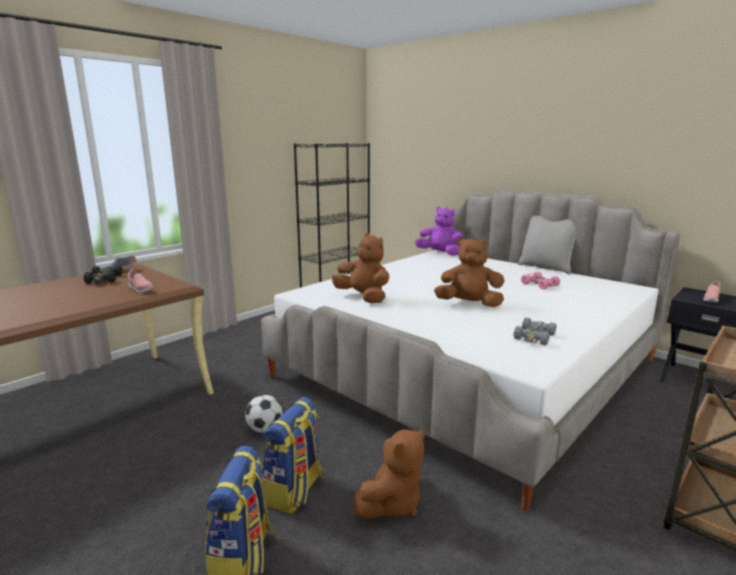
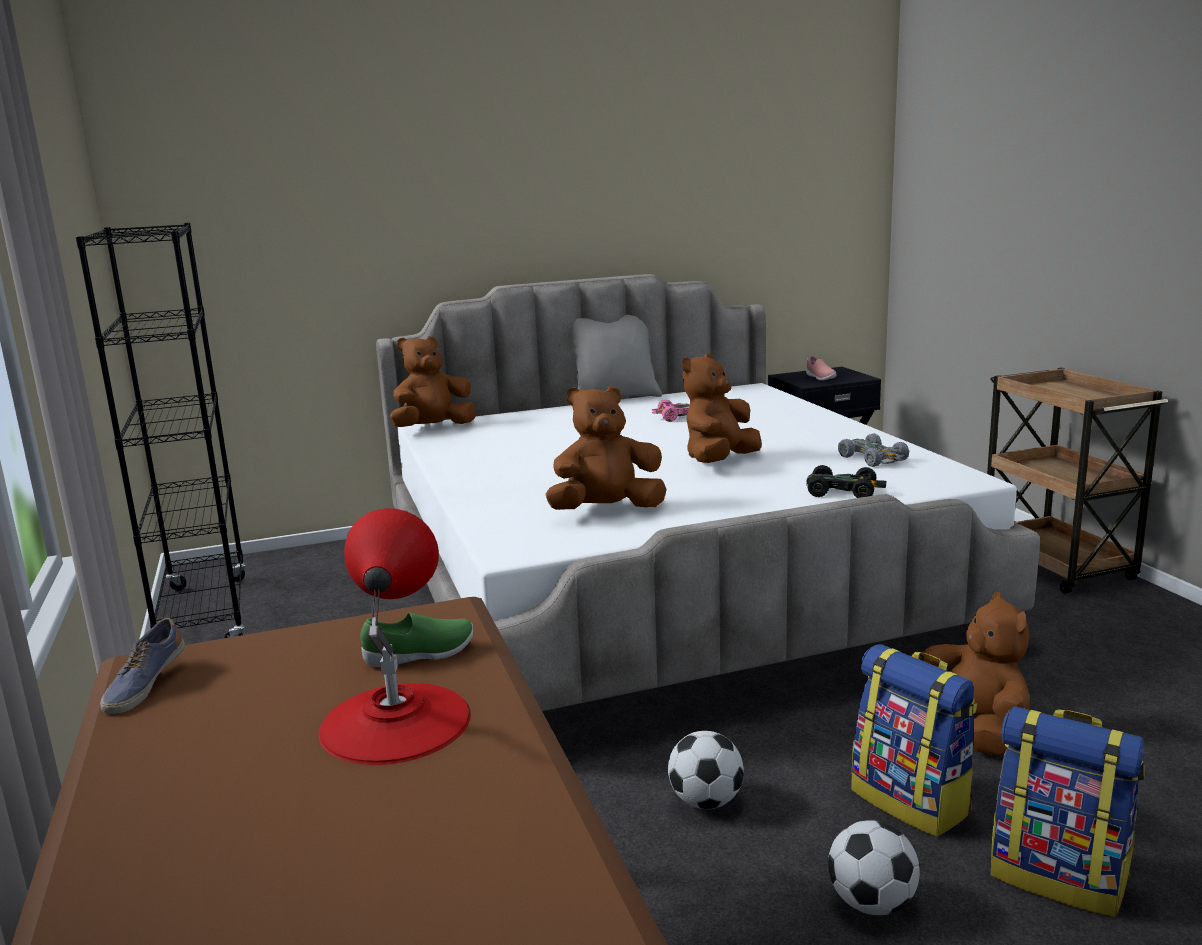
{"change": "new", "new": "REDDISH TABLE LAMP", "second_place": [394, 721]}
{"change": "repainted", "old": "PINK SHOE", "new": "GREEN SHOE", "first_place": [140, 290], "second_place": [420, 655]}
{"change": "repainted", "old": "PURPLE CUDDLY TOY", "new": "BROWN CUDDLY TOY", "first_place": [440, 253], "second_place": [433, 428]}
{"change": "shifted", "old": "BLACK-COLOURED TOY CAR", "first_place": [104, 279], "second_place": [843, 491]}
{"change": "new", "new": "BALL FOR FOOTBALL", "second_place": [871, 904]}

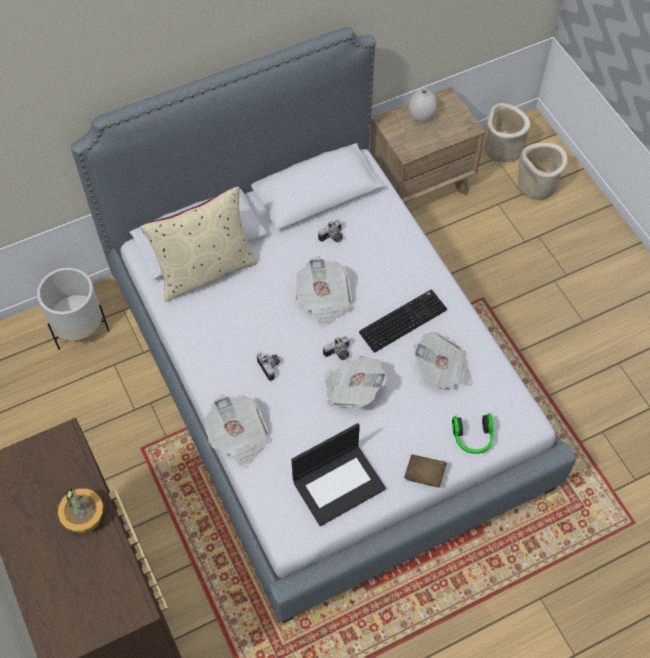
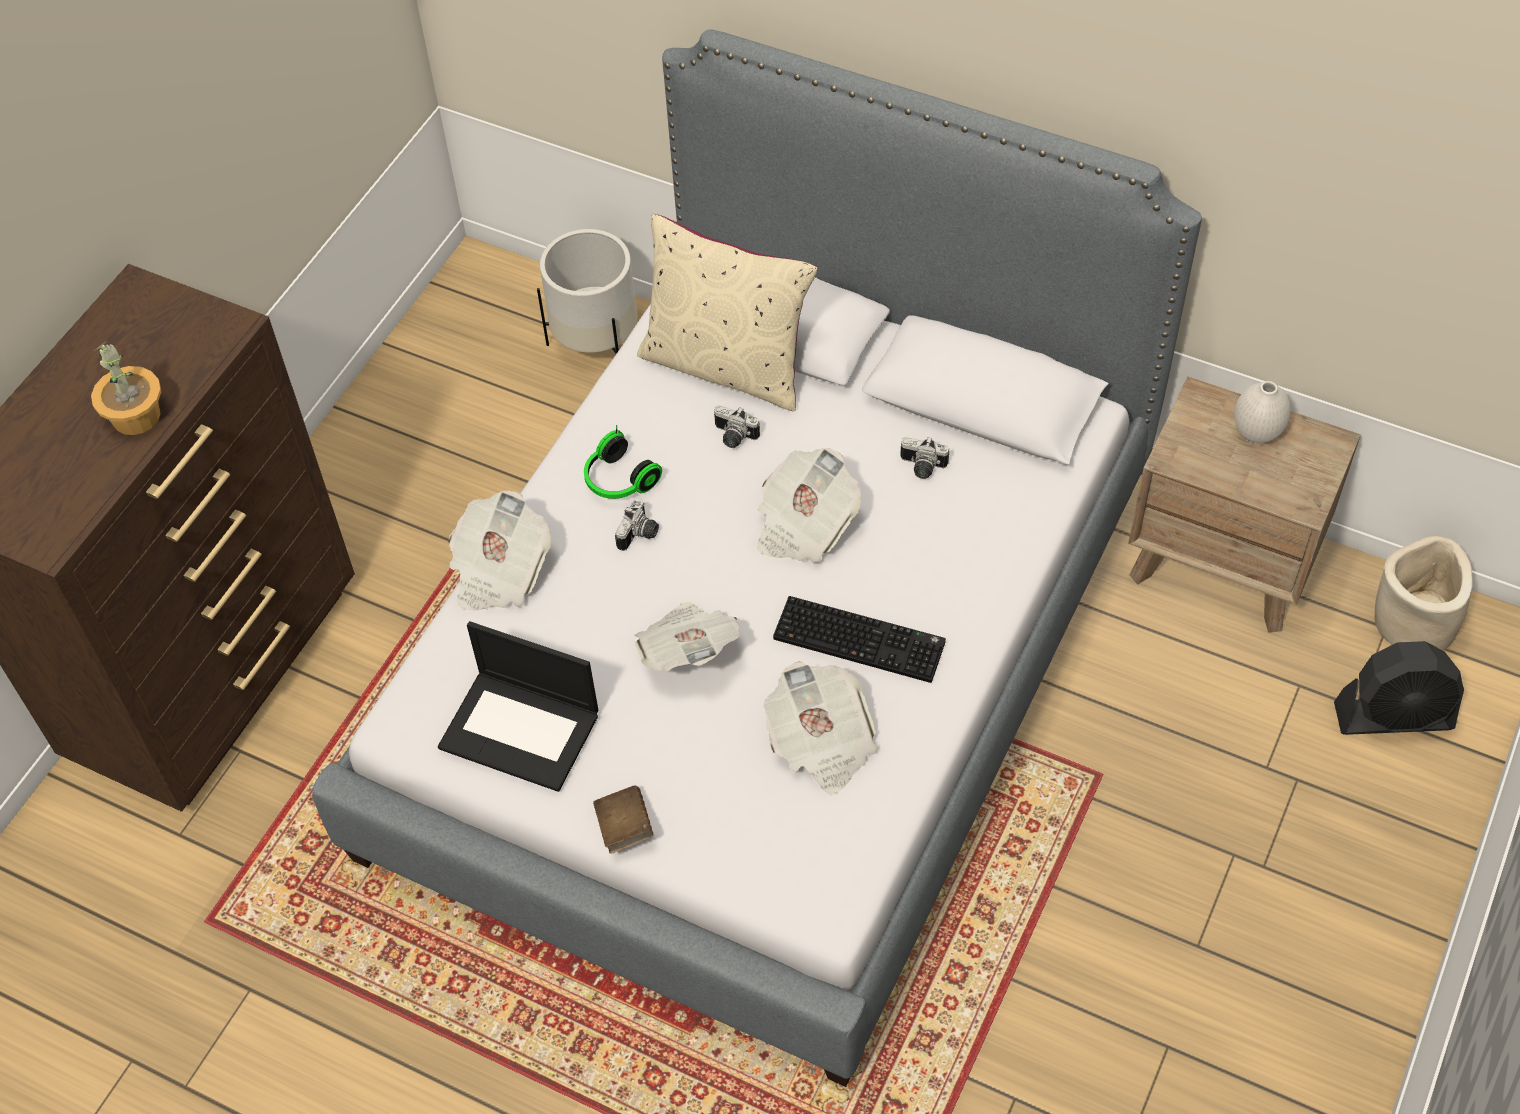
{"change": "shifted", "old": "HEADSET", "first_place": [473, 438], "second_place": [618, 481]}
{"change": "shifted", "old": "PHOTO CAMERA", "first_place": [338, 354], "second_place": [733, 437]}
{"change": "swapped", "old": "SAND-COLOURED PLANT POT", "new": "BLACK-COLOURED FAN", "first_place": [536, 185], "second_place": [1394, 717]}

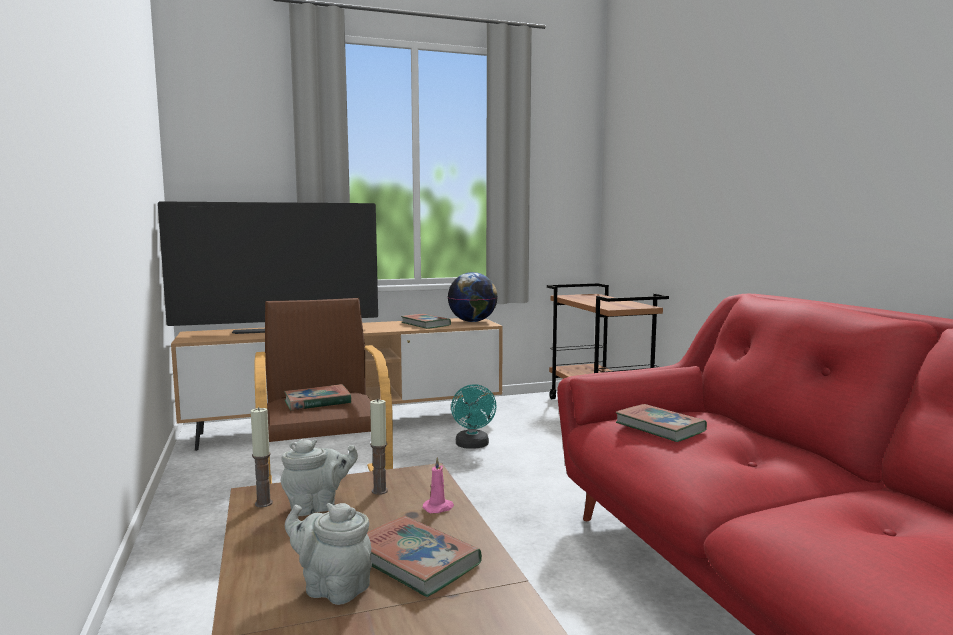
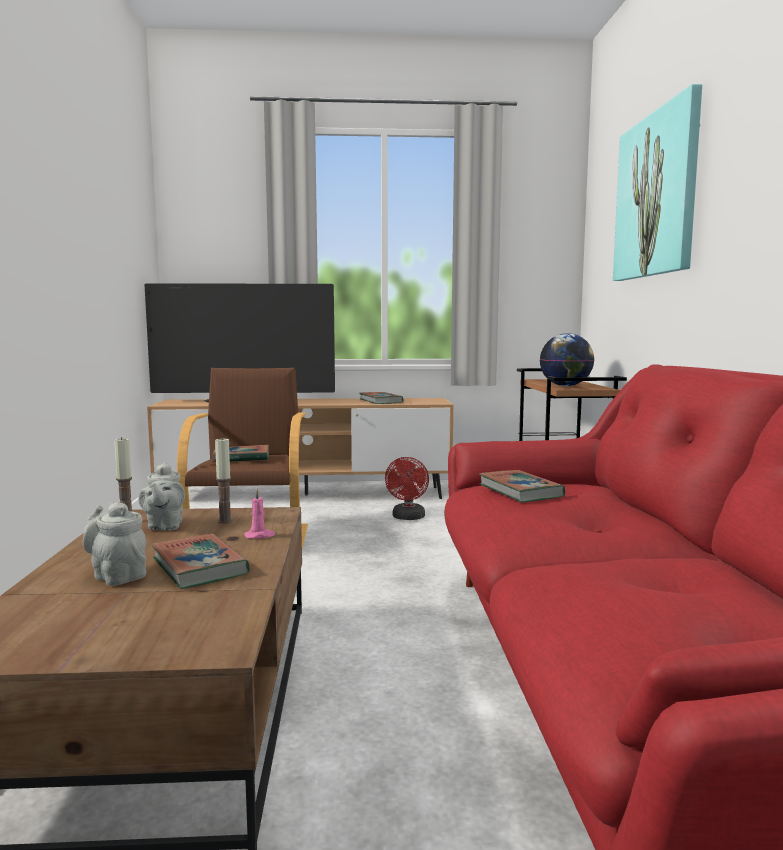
{"change": "rotated", "old": "GRAY POT FOR TEA", "first_place": [317, 507], "second_place": [164, 526], "degrees": 90}
{"change": "repainted", "old": "TURQUOISE-COLOURED FAN", "new": "REDDISH FAN", "first_place": [473, 446], "second_place": [408, 518]}
{"change": "shifted", "old": "WORLD GLOBE", "first_place": [472, 321], "second_place": [565, 386]}
{"change": "new", "new": "WALL ART", "second_place": [657, 196]}

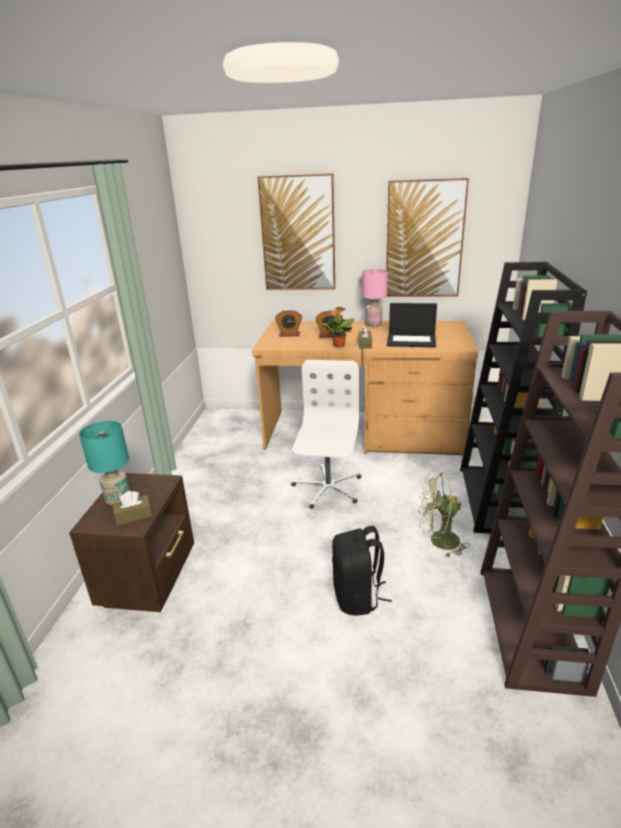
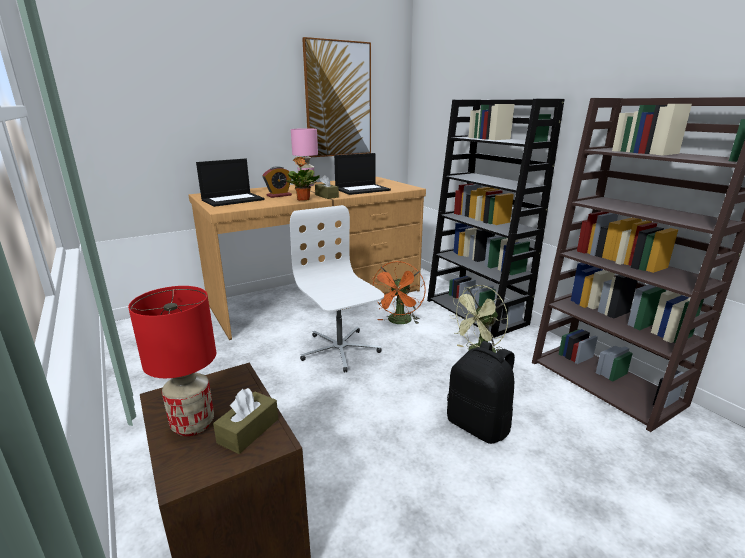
{"change": "repainted", "old": "TURQUOISE-COLOURED TABLE LAMP", "new": "REDDISH TABLE LAMP", "first_place": [118, 500], "second_place": [192, 424]}
{"change": "swapped", "old": "ALARM CLOCK", "new": "LAPTOP", "first_place": [289, 334], "second_place": [233, 200]}
{"change": "new", "new": "ORANGE-COLOURED FAN", "second_place": [399, 322]}
{"change": "gone", "old": "WALL ART", "first_place": [298, 234]}

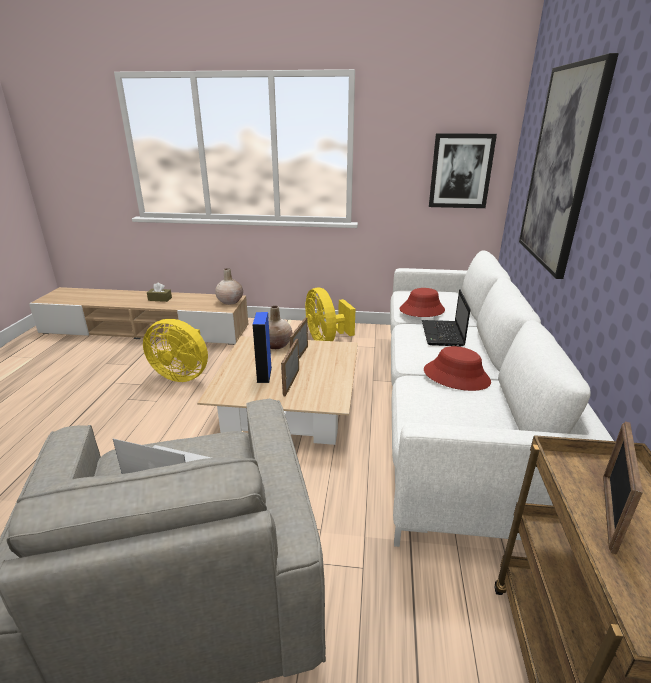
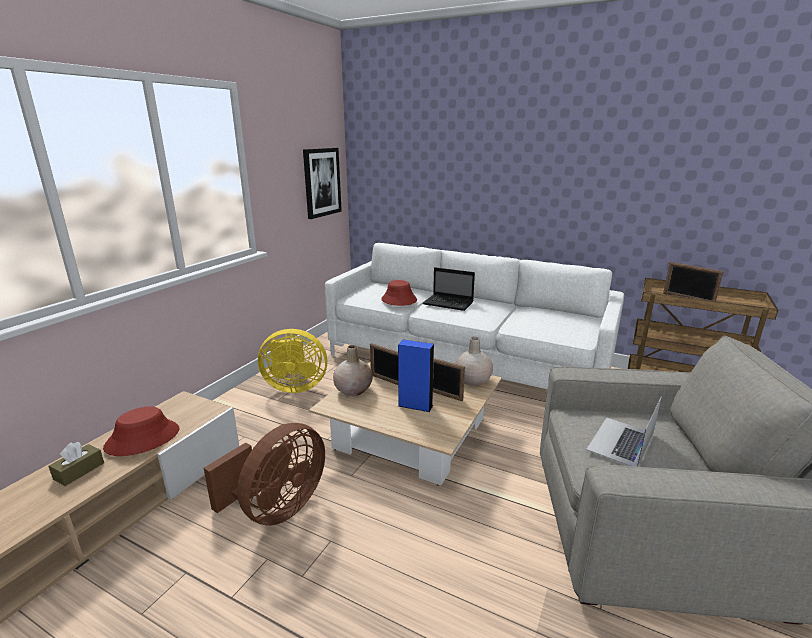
{"change": "shifted", "old": "REDDISH CLOTHING HAT", "first_place": [456, 376], "second_place": [143, 438]}
{"change": "repainted", "old": "YELLOW-COLOURED FAN", "new": "BROWN FAN", "first_place": [182, 375], "second_place": [277, 509]}
{"change": "shifted", "old": "SAND-COLOURED DECORATIVE VASE", "first_place": [230, 301], "second_place": [472, 380]}
{"change": "gone", "old": "WALL ART", "first_place": [561, 168]}

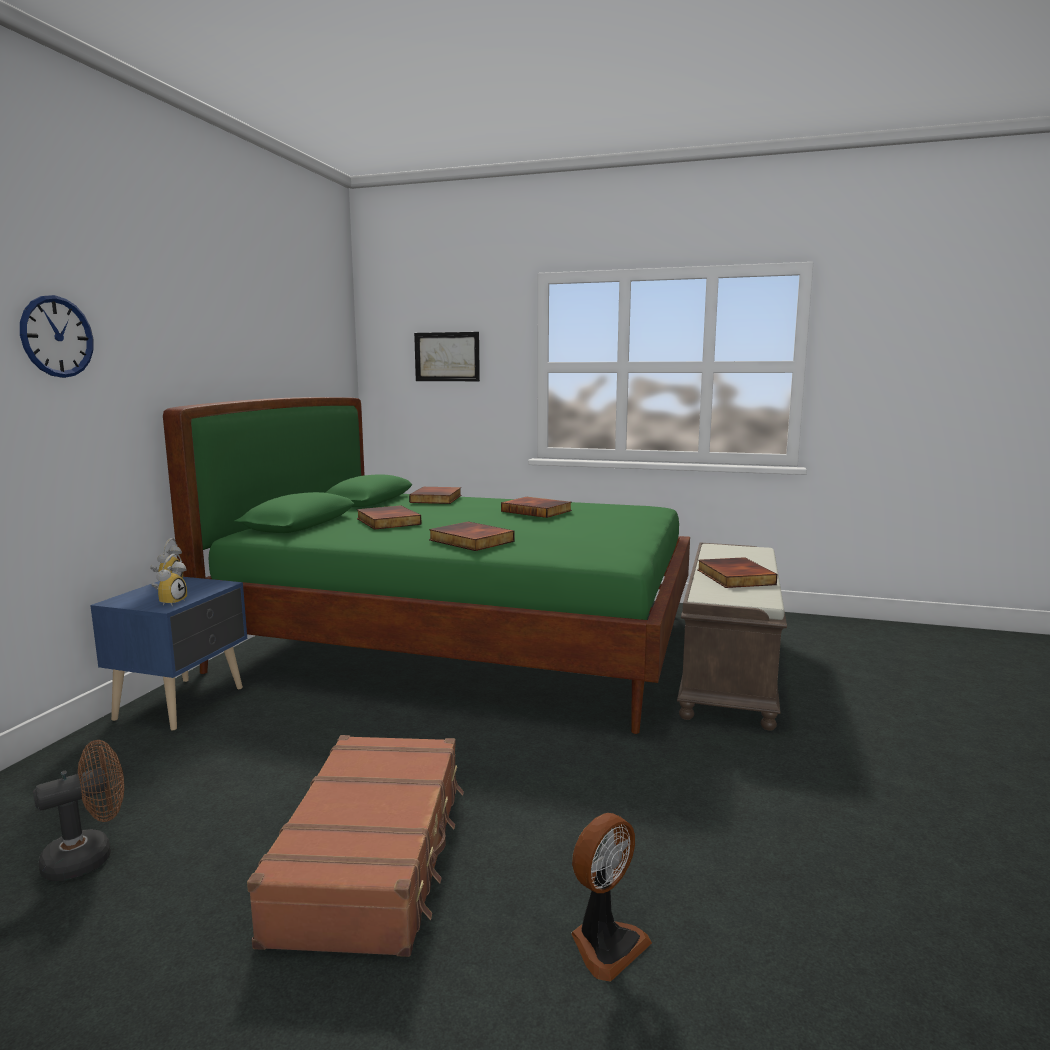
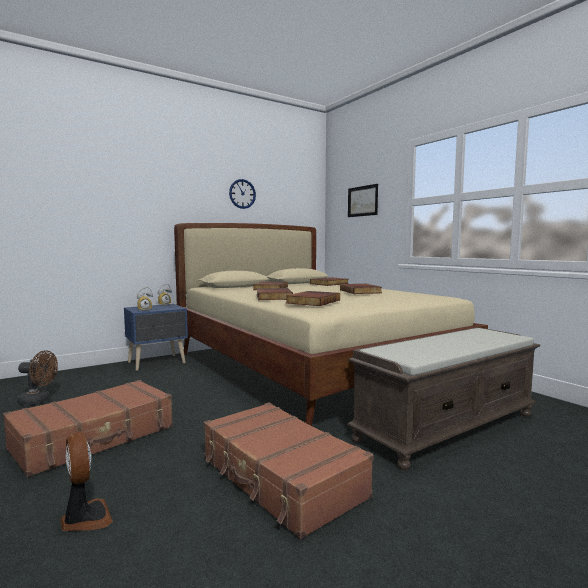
{"change": "rotated", "old": "FAN", "first_place": [605, 944], "second_place": [85, 518], "degrees": -120}
{"change": "repainted", "old": "GREEN SLEEPING BED", "new": "SAND-COLOURED SLEEPING BED", "first_place": [465, 641], "second_place": [311, 369]}
{"change": "new", "new": "BROWN SUITCASE", "second_place": [280, 478]}
{"change": "shifted", "old": "WALL CLOCK", "first_place": [57, 336], "second_place": [242, 194]}
{"change": "shifted", "old": "BOUND BOOK", "first_place": [733, 577], "second_place": [312, 301]}

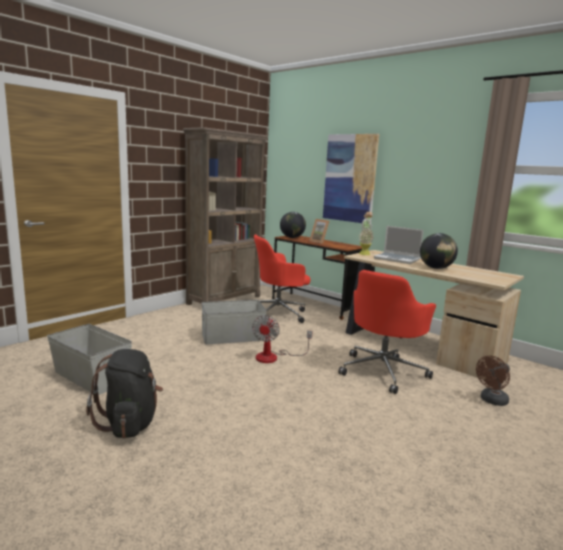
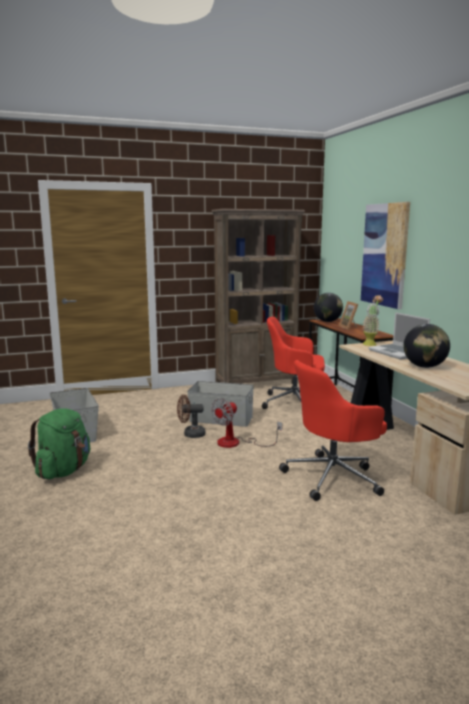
{"change": "repainted", "old": "BLACK-COLOURED KNAPSACK", "new": "GREEN KNAPSACK", "first_place": [130, 423], "second_place": [63, 471]}
{"change": "shifted", "old": "BROWN FAN", "first_place": [491, 401], "second_place": [190, 434]}

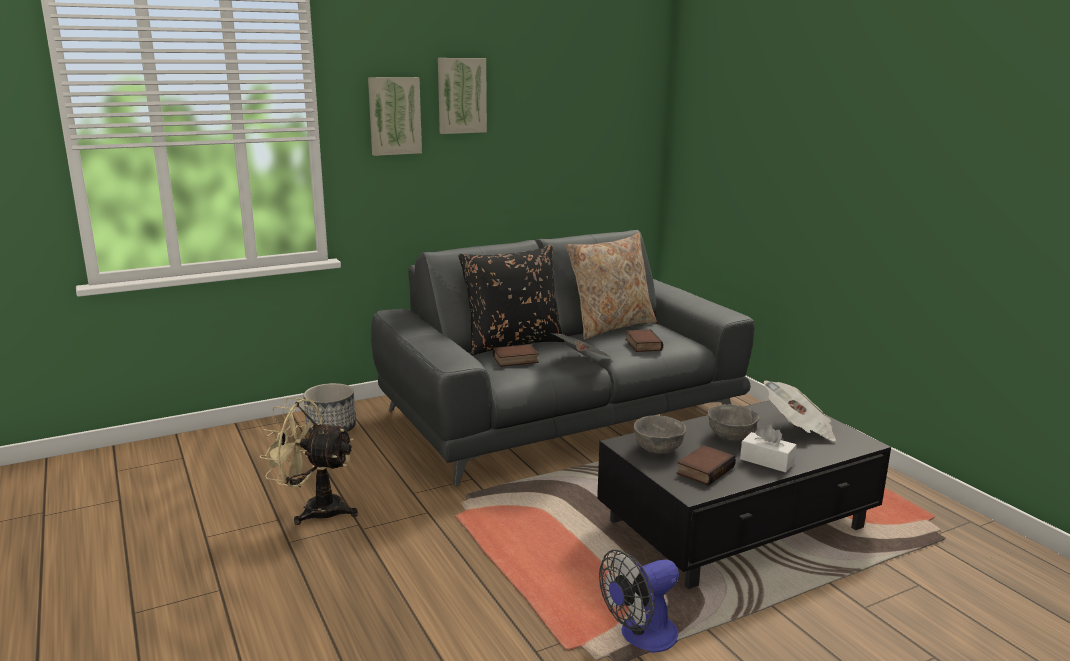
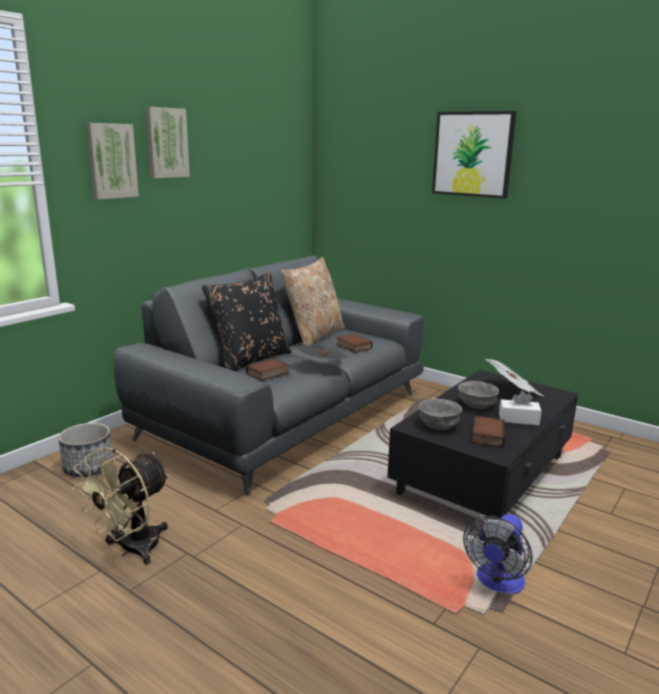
{"change": "rotated", "old": "SAND-COLOURED FAN", "first_place": [314, 509], "second_place": [131, 550], "degrees": -45}
{"change": "new", "new": "WALL ART", "second_place": [473, 154]}

